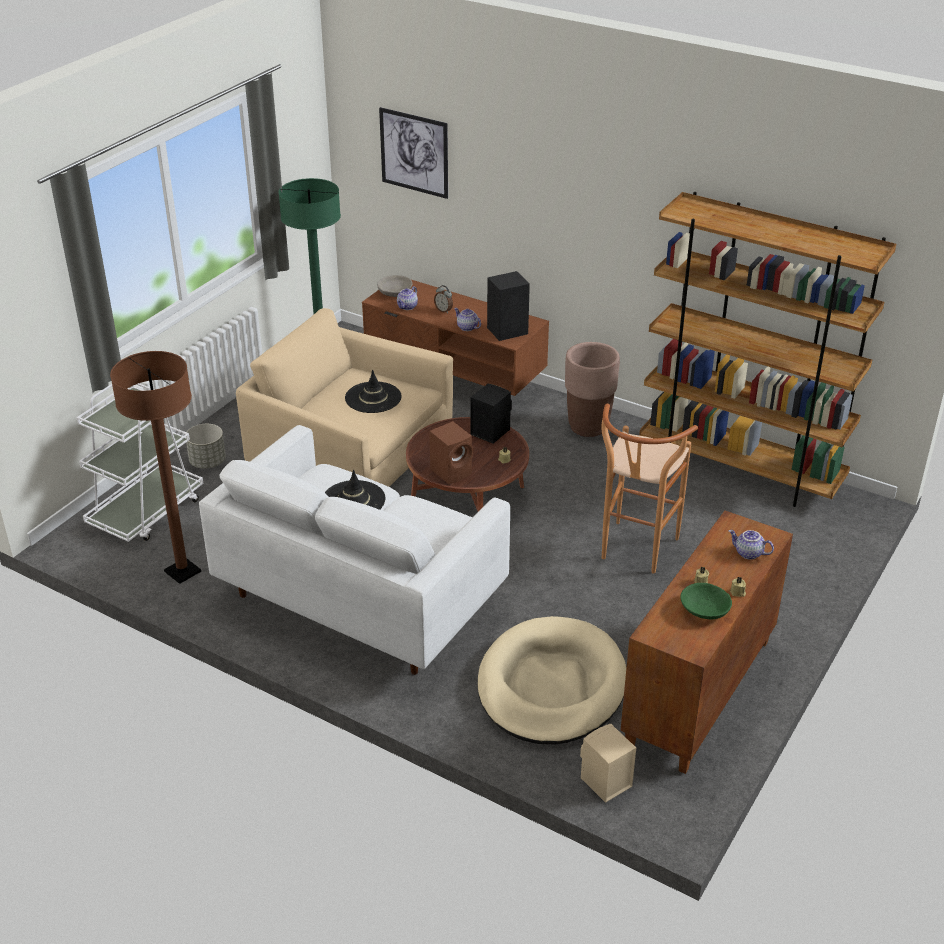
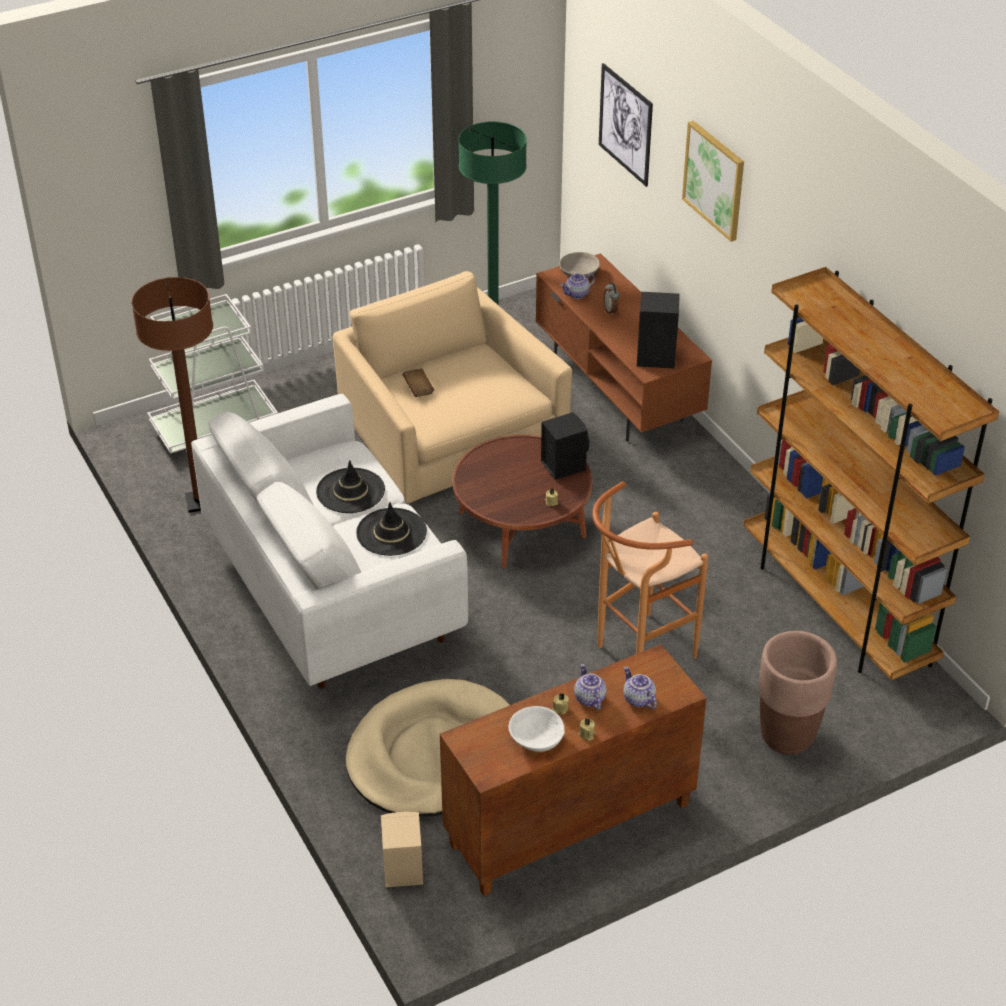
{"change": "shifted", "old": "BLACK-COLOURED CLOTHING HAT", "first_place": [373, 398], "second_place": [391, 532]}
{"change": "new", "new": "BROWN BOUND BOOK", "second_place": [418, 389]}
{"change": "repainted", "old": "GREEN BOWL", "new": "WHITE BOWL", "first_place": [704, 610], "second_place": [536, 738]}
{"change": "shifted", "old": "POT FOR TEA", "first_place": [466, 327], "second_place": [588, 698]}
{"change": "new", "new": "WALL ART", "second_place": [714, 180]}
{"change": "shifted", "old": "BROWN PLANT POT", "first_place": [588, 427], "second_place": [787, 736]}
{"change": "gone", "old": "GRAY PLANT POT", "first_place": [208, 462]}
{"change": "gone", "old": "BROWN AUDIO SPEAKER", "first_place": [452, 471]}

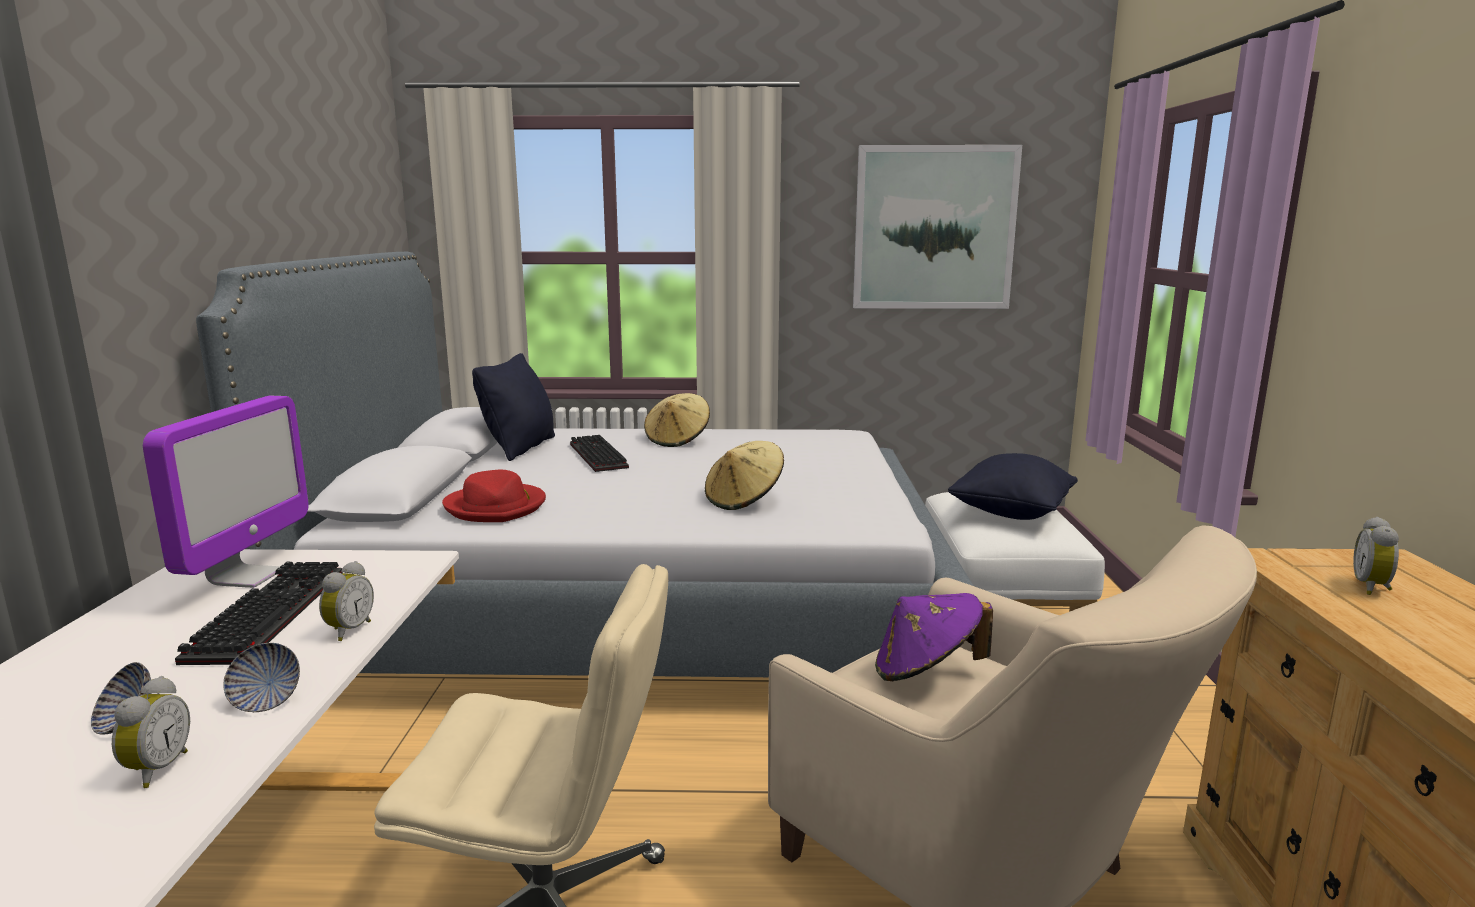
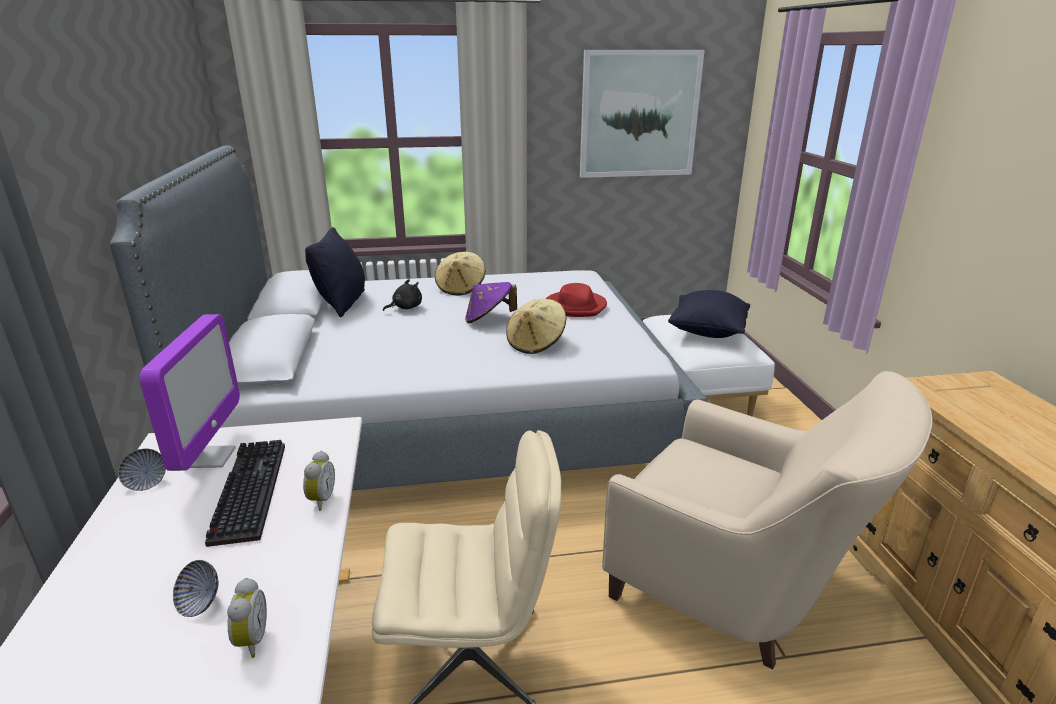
{"change": "shifted", "old": "BOWL", "first_place": [266, 701], "second_place": [146, 482]}
{"change": "swapped", "old": "COMPUTER KEYBOARD", "new": "BLACK-COLOURED CUDDLY TOY", "first_place": [595, 456], "second_place": [405, 308]}
{"change": "shifted", "old": "PURPLE CLOTHING HAT", "first_place": [926, 671], "second_place": [489, 319]}
{"change": "shifted", "old": "REDDISH CLOTHING HAT", "first_place": [496, 507], "second_place": [576, 306]}
{"change": "gone", "old": "ALARM CLOCK", "first_place": [1373, 588]}

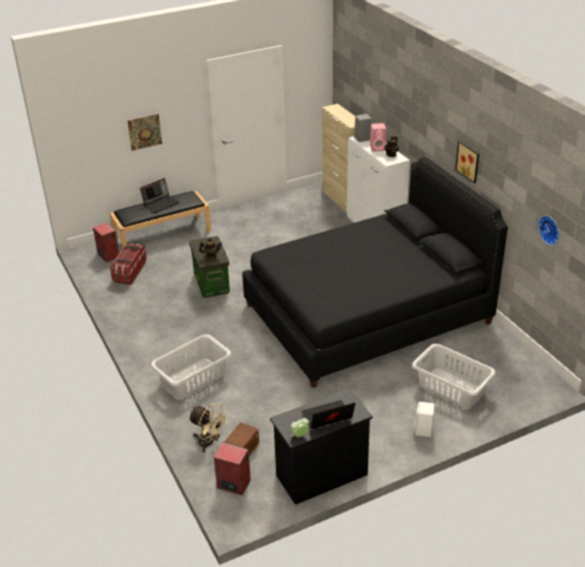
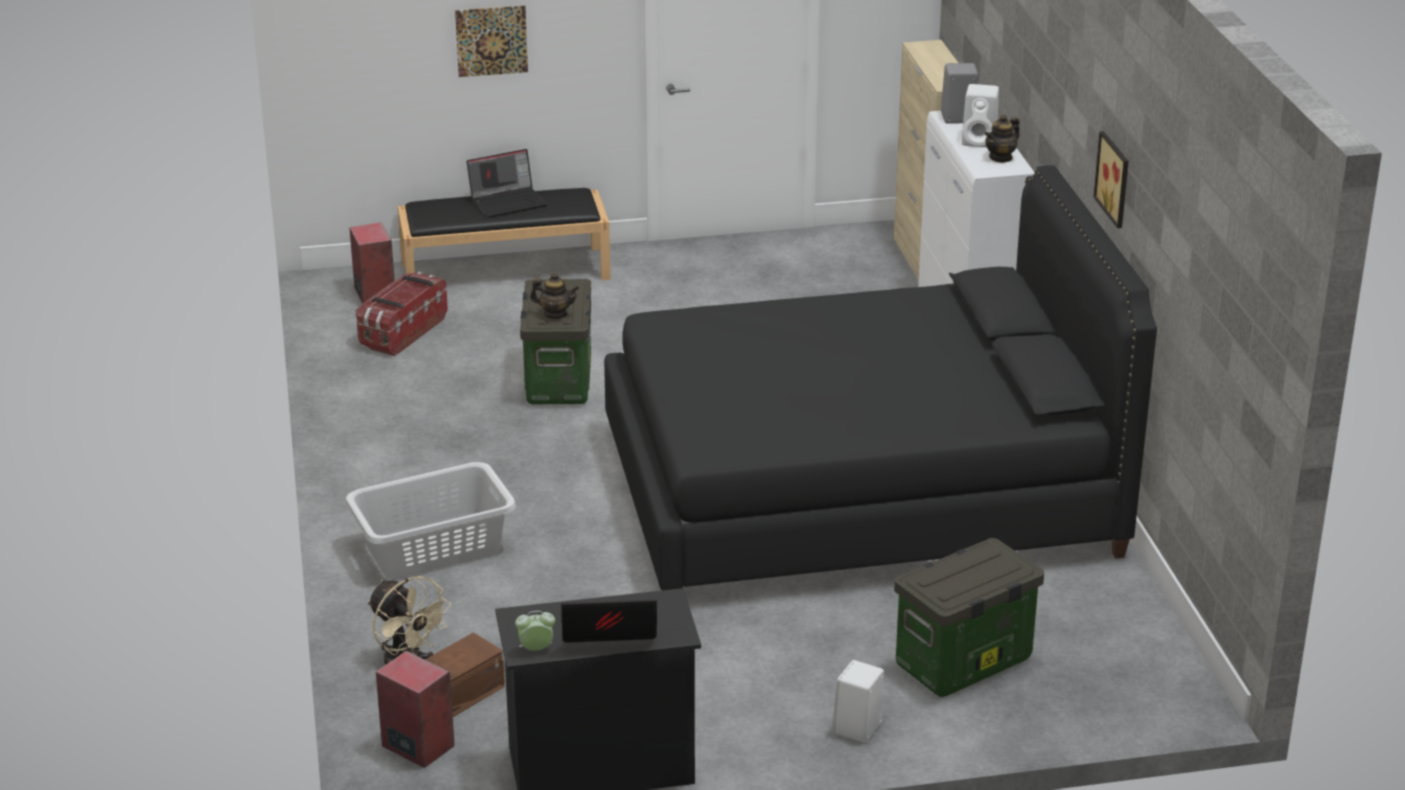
{"change": "swapped", "old": "GRAY HAMPER", "new": "STORAGE CONTAINER", "first_place": [451, 388], "second_place": [963, 664]}
{"change": "repainted", "old": "PINK AUDIO SPEAKER", "new": "WHITE AUDIO SPEAKER", "first_place": [378, 148], "second_place": [980, 141]}
{"change": "gone", "old": "WALL CLOCK", "first_place": [550, 229]}

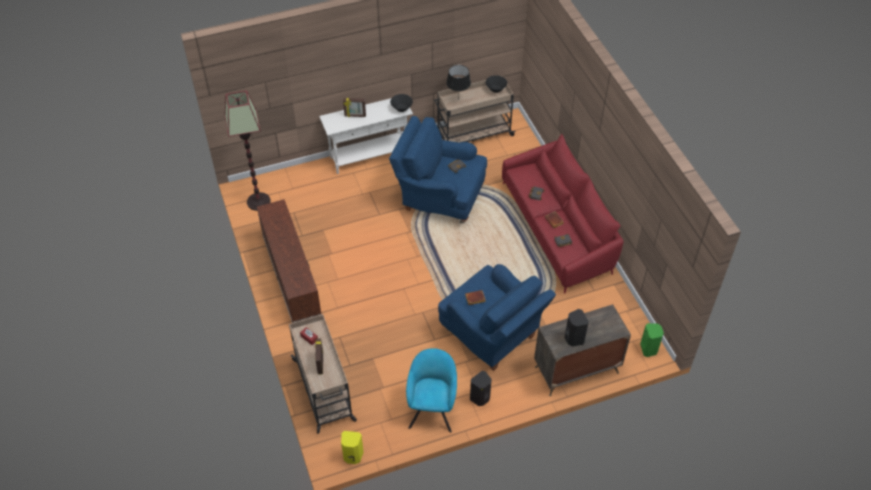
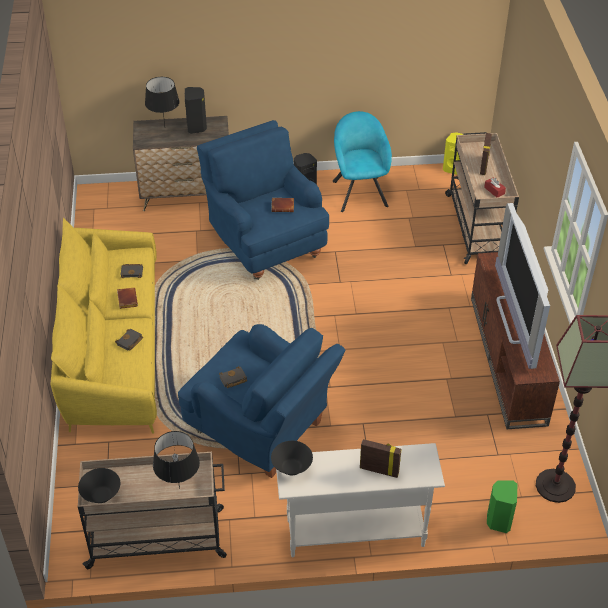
{"change": "repainted", "old": "REDDISH COUCH", "new": "YELLOW-COLOURED COUCH", "first_place": [557, 228], "second_place": [112, 348]}
{"change": "new", "new": "BLACK-COLOURED TABLE LAMP", "second_place": [164, 127]}
{"change": "rotated", "old": "TURQUOISE-COLOURED LOUNGE CHAIR", "first_place": [432, 408], "second_place": [359, 191], "degrees": 150}
{"change": "shifted", "old": "GREEN AUDIO SPEAKER", "first_place": [649, 349], "second_place": [498, 521]}
{"change": "new", "new": "TV", "second_place": [515, 320]}

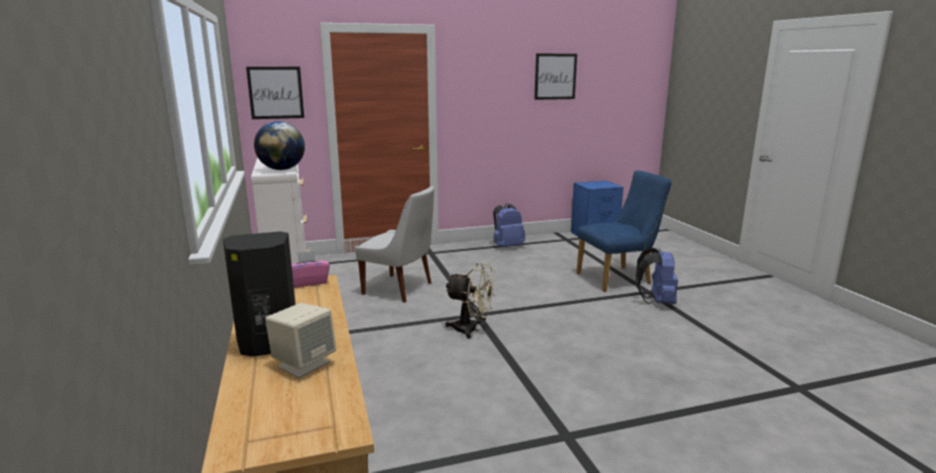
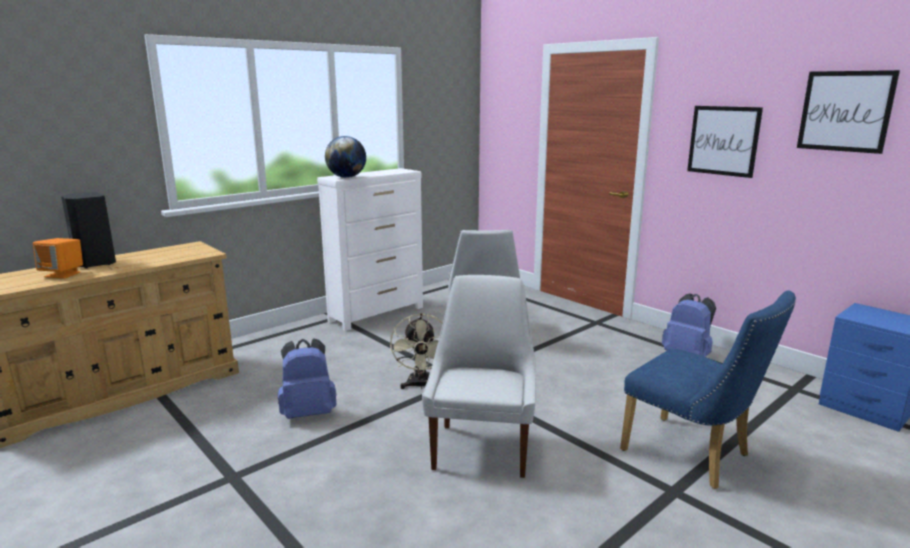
{"change": "repainted", "old": "SAND-COLOURED AUDIO SPEAKER", "new": "ORANGE-COLOURED AUDIO SPEAKER", "first_place": [303, 364], "second_place": [63, 274]}
{"change": "shifted", "old": "BLUE KNAPSACK", "first_place": [656, 302], "second_place": [308, 412]}
{"change": "new", "new": "WHITE PLAIN CHAIR", "second_place": [482, 447]}
{"change": "shifted", "old": "WALL ART", "first_place": [276, 92], "second_place": [723, 140]}
{"change": "gone", "old": "PINK TISSUE HOLDER", "first_place": [308, 282]}

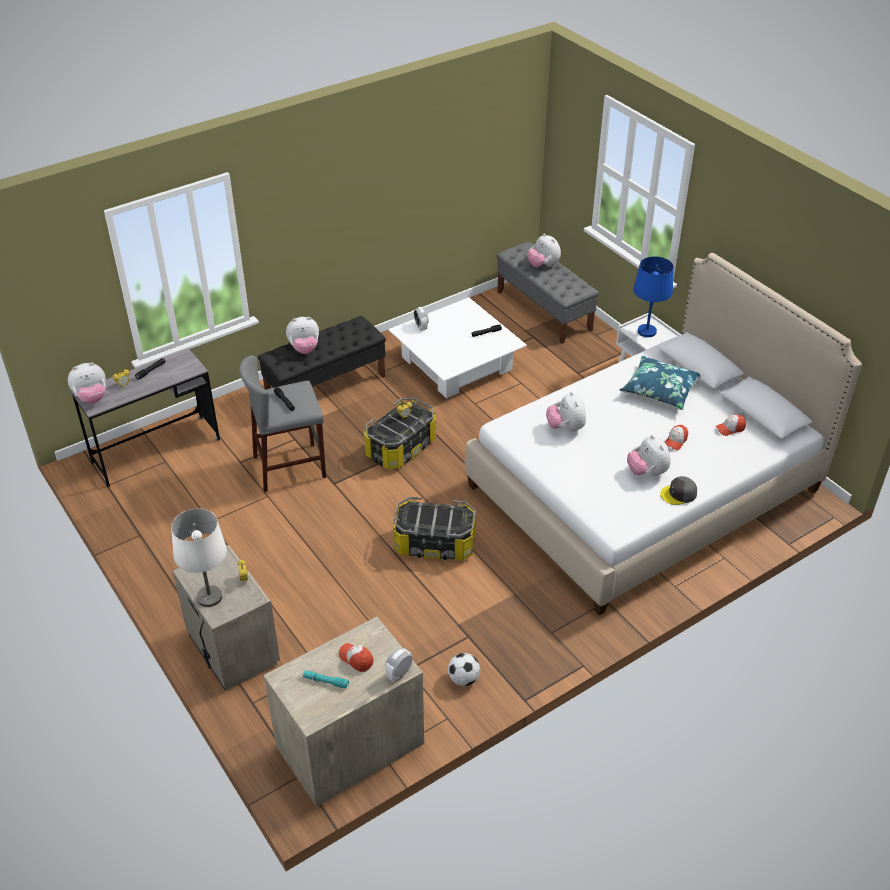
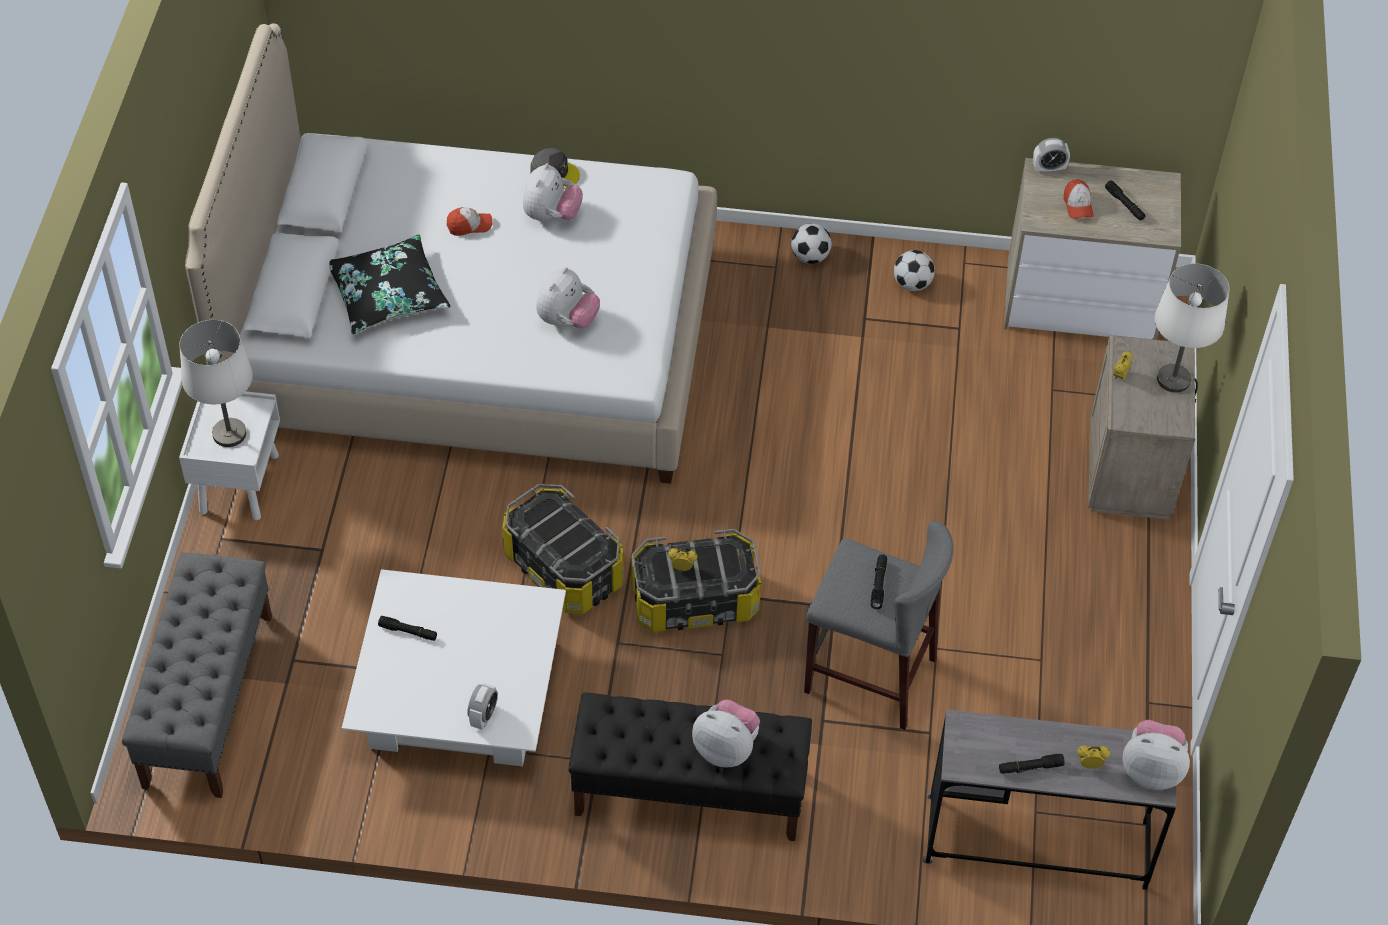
{"change": "repainted", "old": "BLUE TABLE LAMP", "new": "WHITE TABLE LAMP", "first_place": [646, 331], "second_place": [229, 434]}
{"change": "repainted", "old": "BLUE PILLOW", "new": "BLACK-COLOURED PILLOW", "first_place": [660, 390], "second_place": [387, 294]}
{"change": "shifted", "old": "STORAGE CONTAINER", "first_place": [434, 544], "second_place": [564, 568]}
{"change": "new", "new": "BALL FOR FOOTBALL", "second_place": [810, 257]}
{"change": "repainted", "old": "TURQUOISE-COLOURED FLASHLIGHT", "new": "BLACK-COLOURED FLASHLIGHT", "first_place": [326, 681], "second_place": [1124, 204]}
{"change": "gone", "old": "CUDDLY TOY", "first_place": [543, 265]}
{"change": "gone", "old": "CAP", "first_place": [730, 428]}

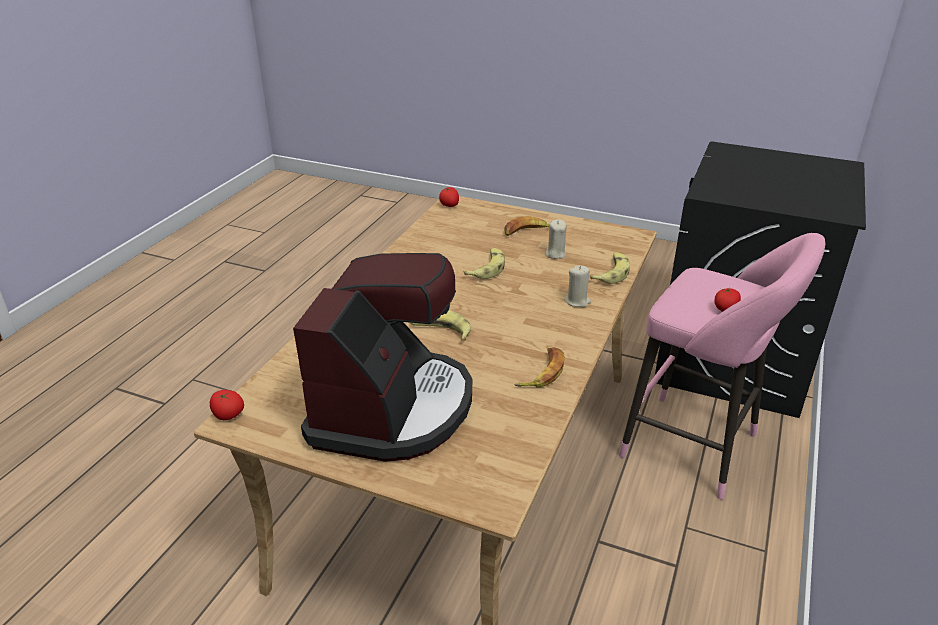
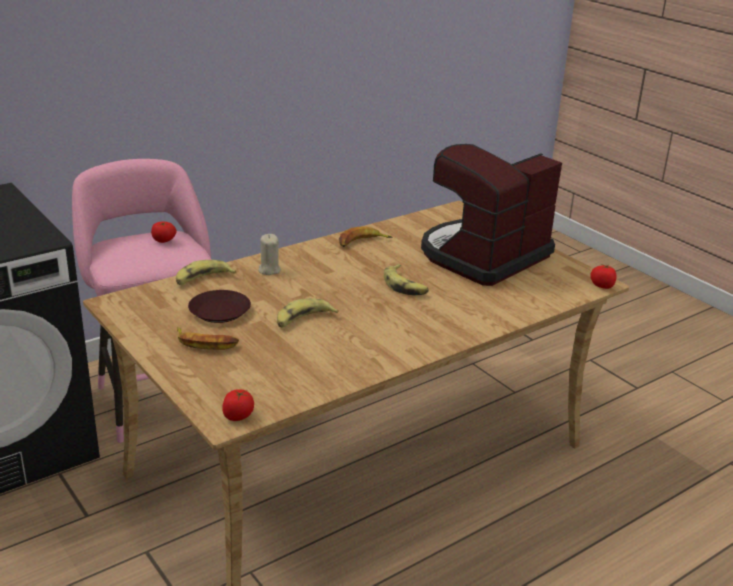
{"change": "swapped", "old": "SAND-COLOURED WAX CANDLE", "new": "BROWN DINNER PLATE", "first_place": [555, 254], "second_place": [219, 311]}

